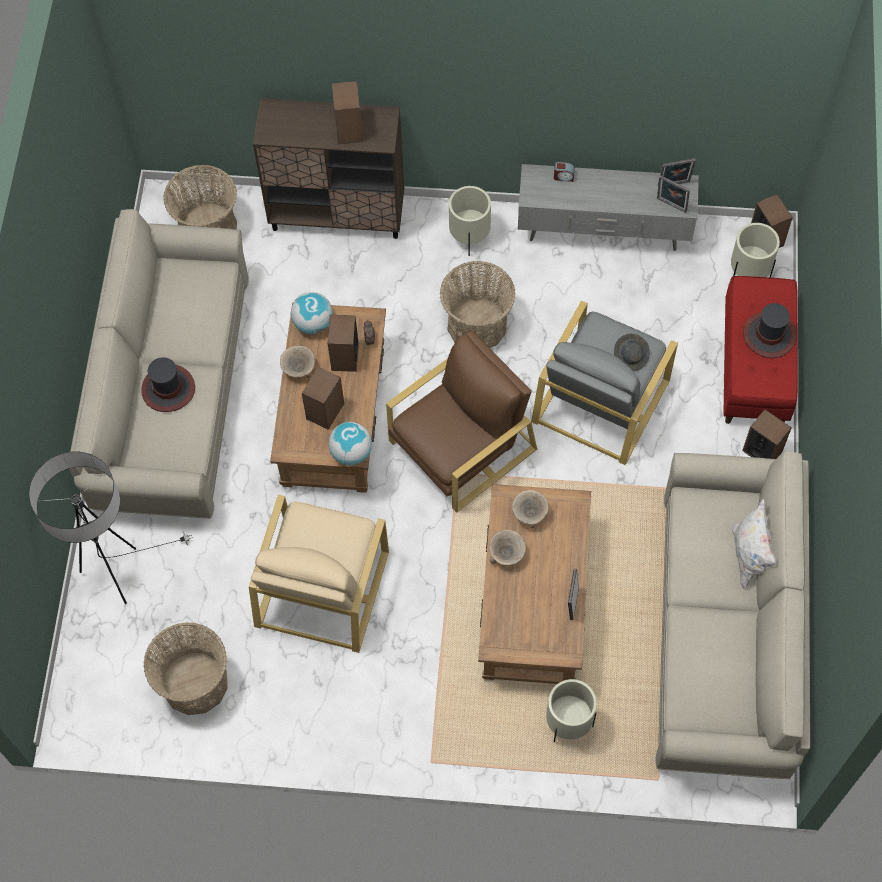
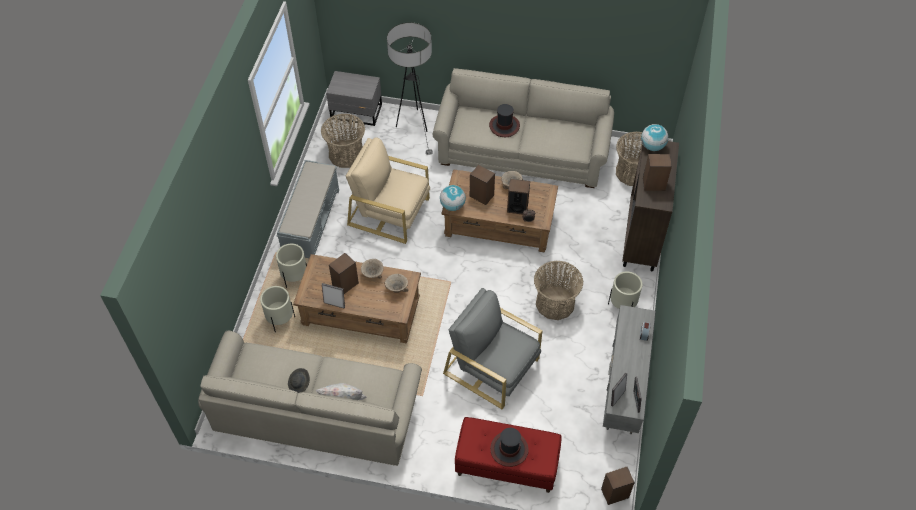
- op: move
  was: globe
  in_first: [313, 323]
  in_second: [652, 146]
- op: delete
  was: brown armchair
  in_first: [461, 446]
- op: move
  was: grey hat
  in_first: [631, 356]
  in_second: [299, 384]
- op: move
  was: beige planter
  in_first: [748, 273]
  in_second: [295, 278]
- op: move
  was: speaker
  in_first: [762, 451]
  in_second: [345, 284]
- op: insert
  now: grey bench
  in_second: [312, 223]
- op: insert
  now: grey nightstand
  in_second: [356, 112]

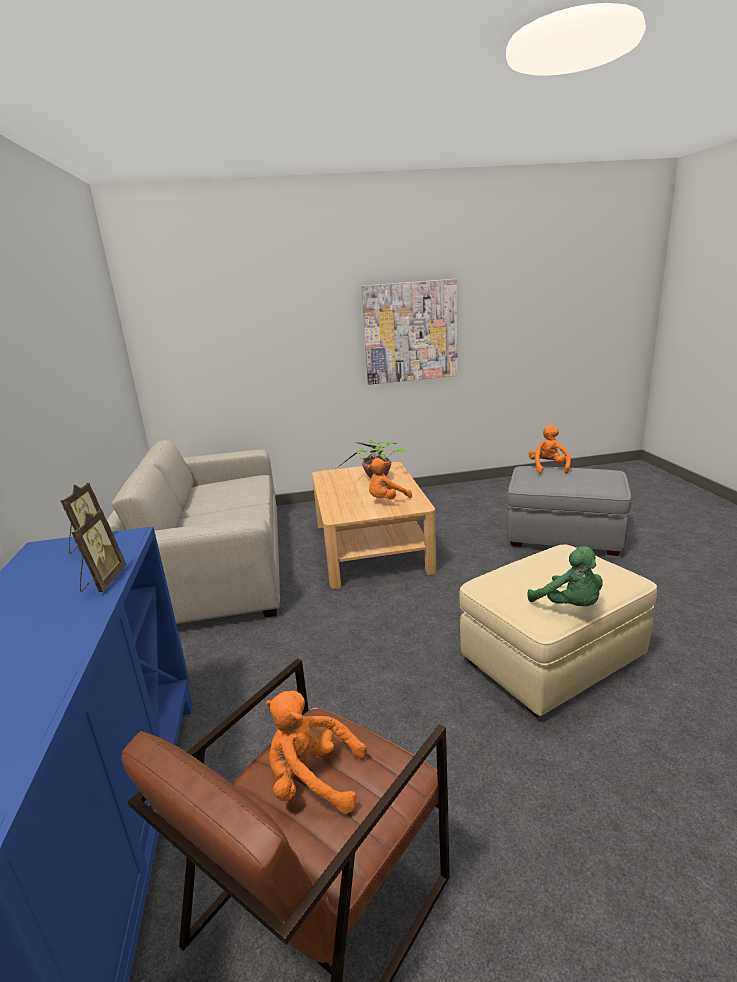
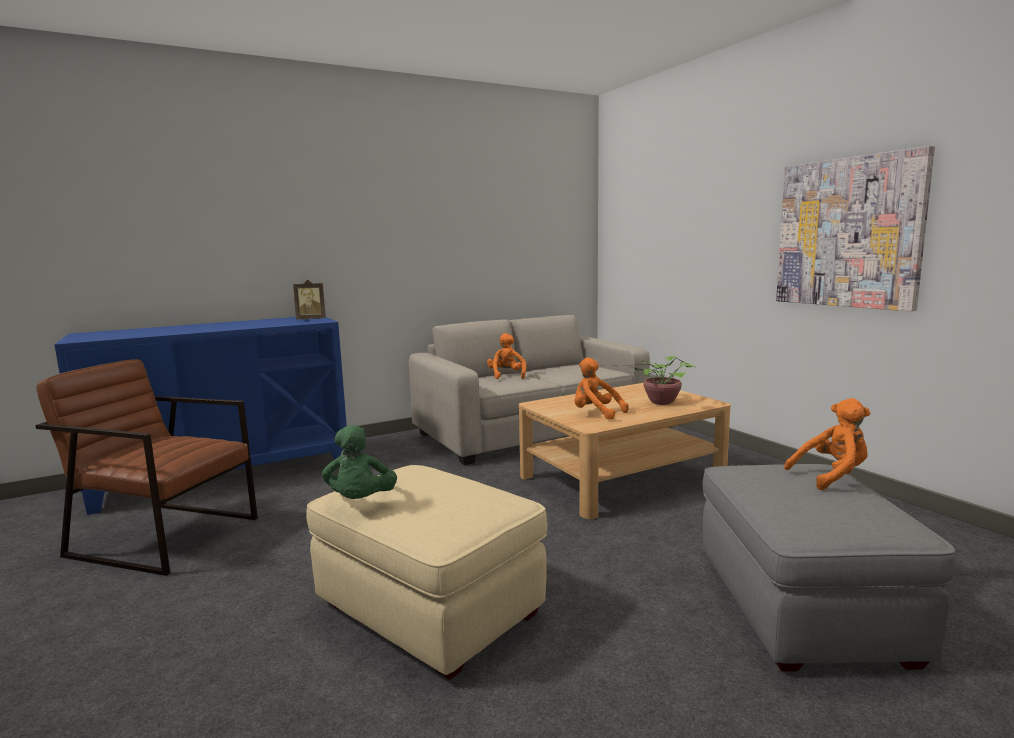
- op: delete
  was: picture frame
  in_first: [103, 581]
- op: move
  was: orange plush toy
  in_first: [312, 780]
  in_second: [506, 375]
- op: rotate
  was: green plush toy
  in_first: [569, 606]
  in_second: [360, 502]
  clockwise: -45

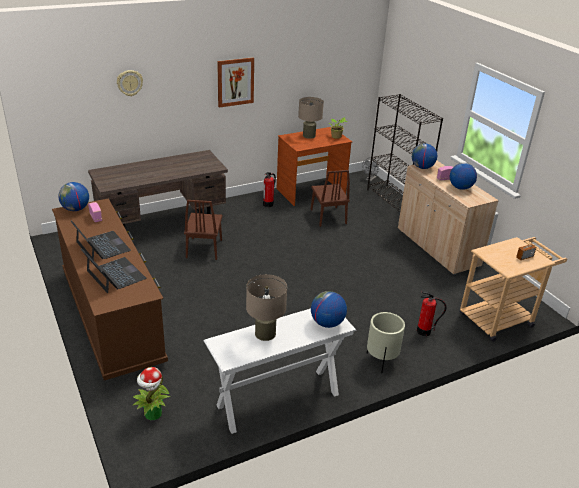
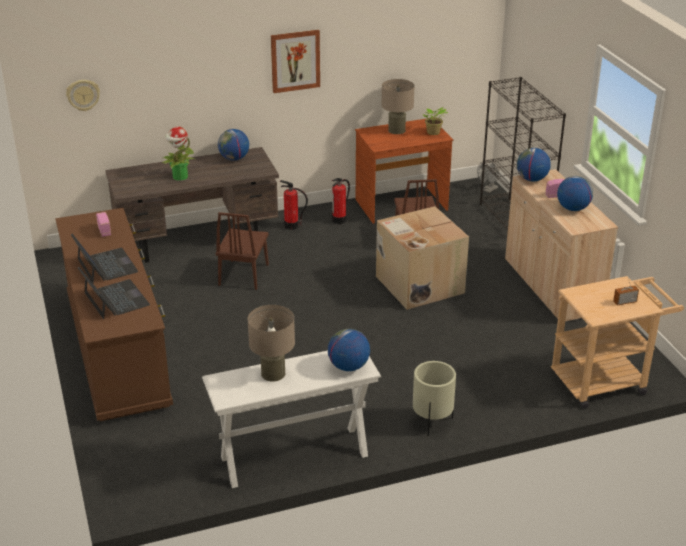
- op: move
  was: globe
  in_first: [75, 209]
  in_second: [234, 158]
- op: move
  was: wall clock
  in_first: [129, 83]
  in_second: [83, 95]
- op: move
  was: potted plant
  in_first: [153, 414]
  in_second: [180, 177]
- op: move
  was: fire extinguisher
  in_first: [423, 331]
  in_second: [291, 226]
- op: insert
  now: cardboard box
  in_second: [418, 284]

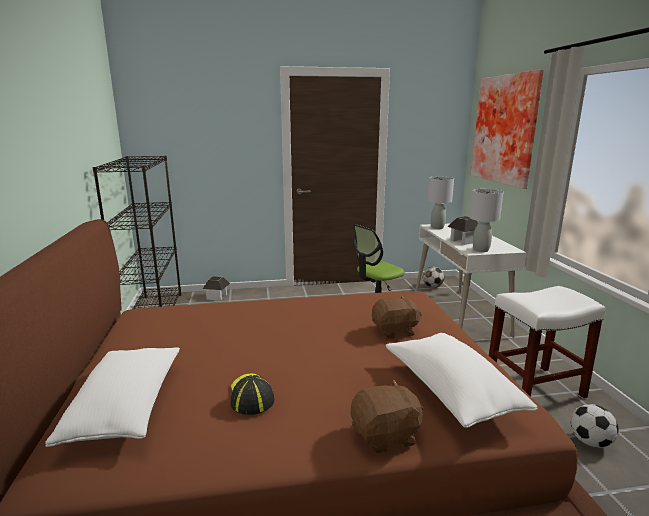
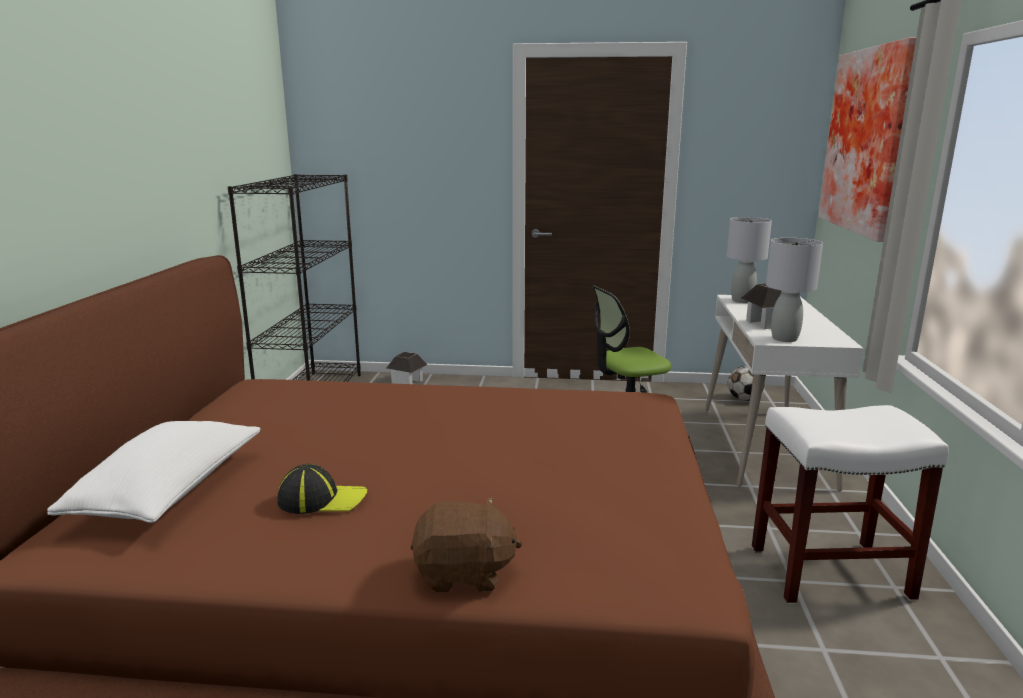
- op: rotate
  was: cap
  in_first: [250, 396]
  in_second: [322, 499]
  clockwise: 90
- op: delete
  was: brown plush toy
  in_first: [395, 331]
- op: delete
  was: white pillow
  in_first: [450, 391]
- op: delete
  was: football
  in_first: [590, 442]

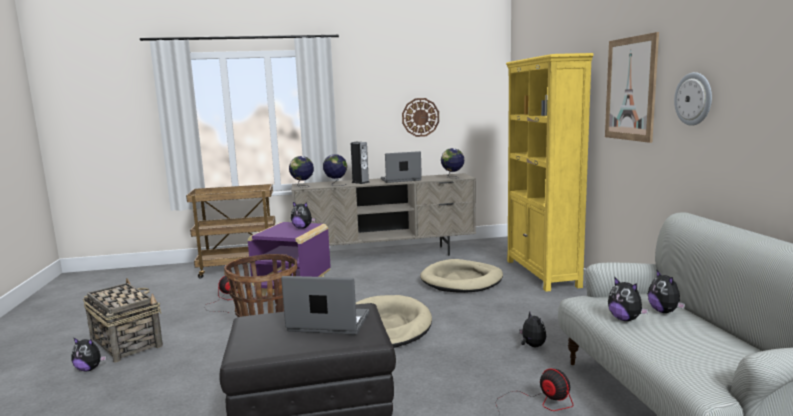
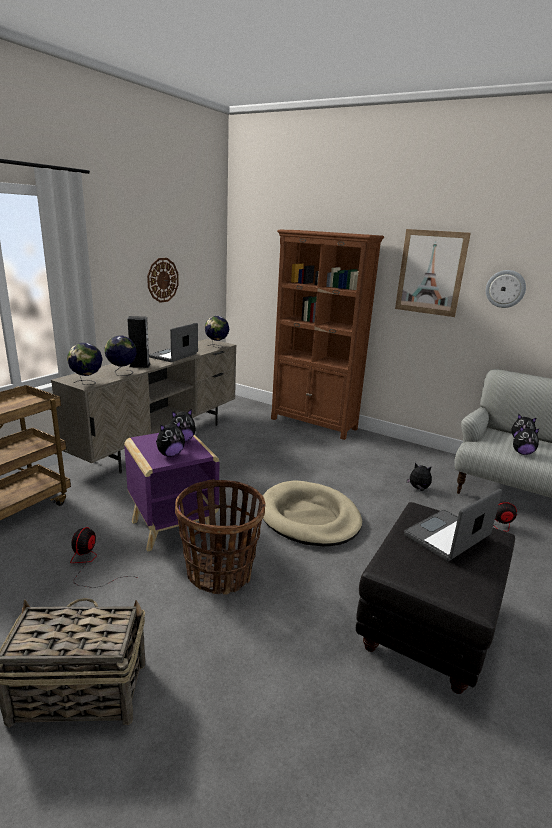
- op: move
  was: plush toy
  in_first: [89, 369]
  in_second: [170, 454]
- op: delete
  was: beige dog bed
  in_first: [462, 280]
- op: recolor
  was: yellow bookcase
  now: brown bookcase
  in_first: [542, 273]
  in_second: [314, 424]

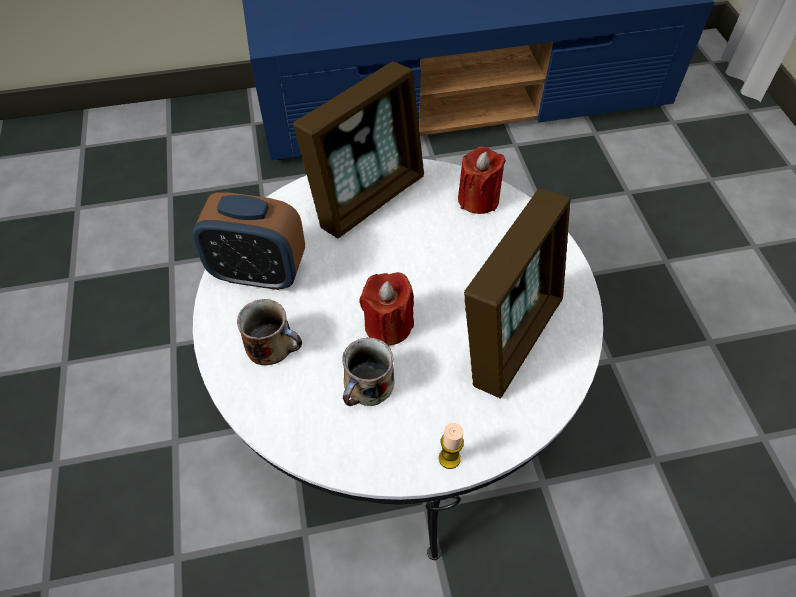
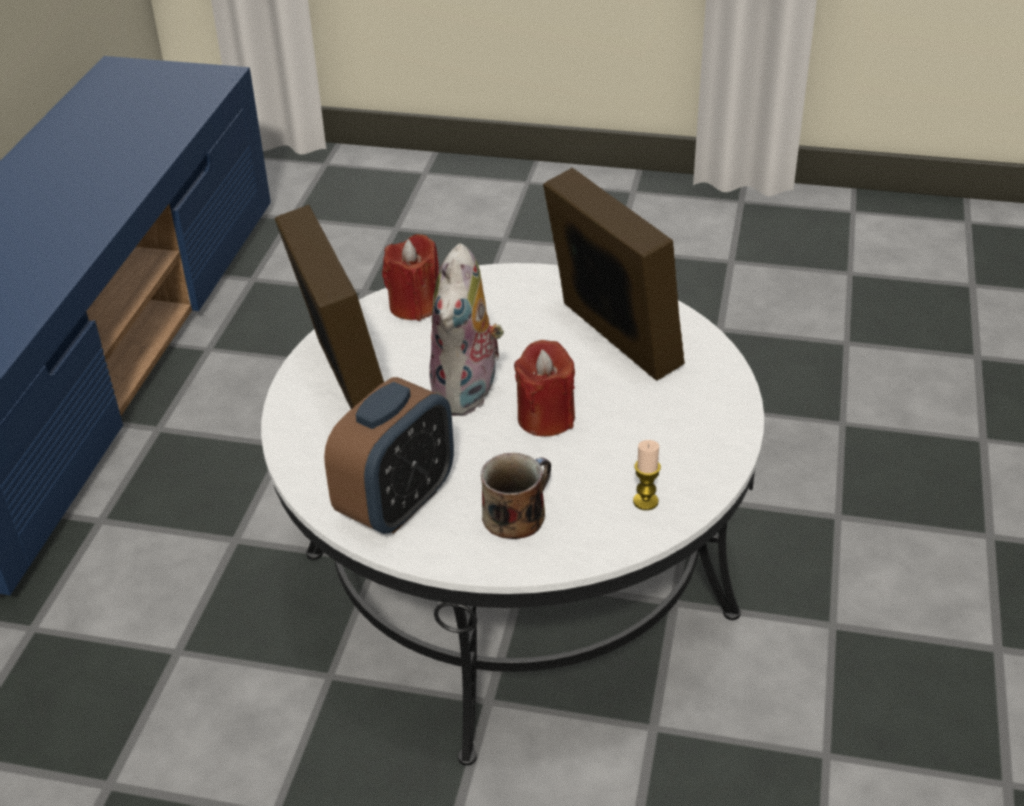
- op: delete
  was: mug
  in_first: [368, 386]
- op: move
  was: candle
  in_first: [449, 458]
  in_second: [645, 501]
- op: insert
  now: plush toy
  in_second: [468, 394]

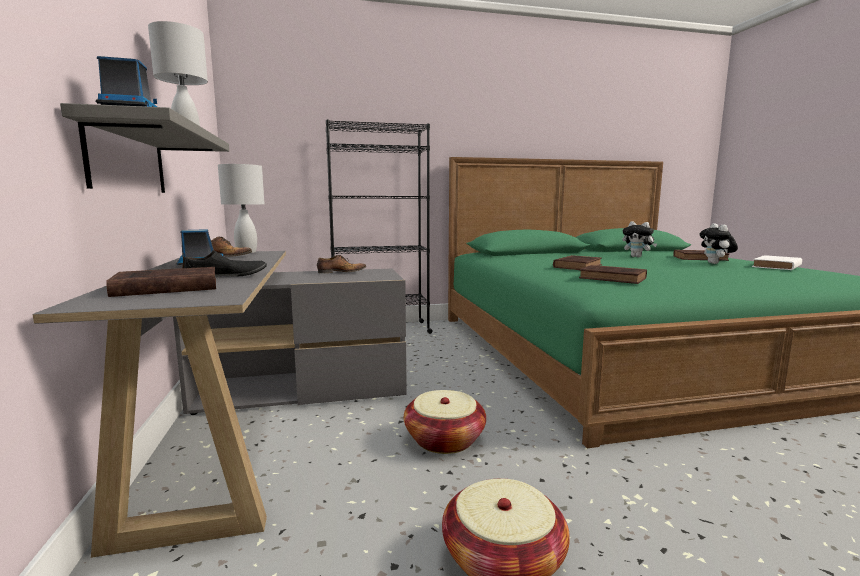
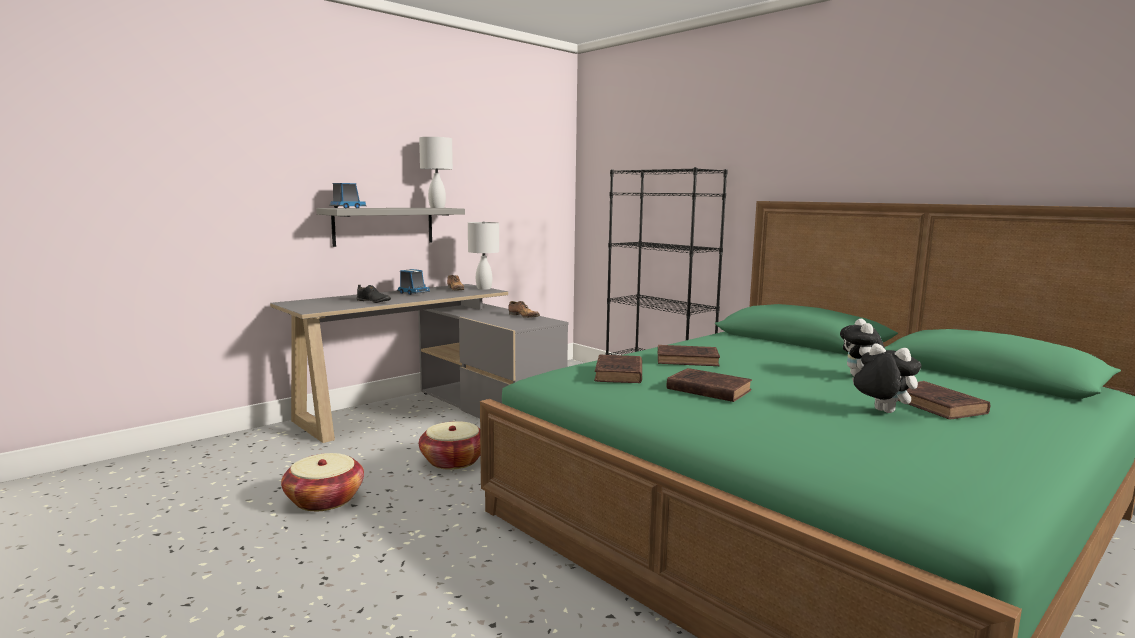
- op: move
  was: brown book
  in_first: [164, 288]
  in_second: [706, 389]
- op: rotate
  was: plush toy
  in_first: [715, 263]
  in_second: [880, 411]
  clockwise: 75
- op: delete
  was: white book
  in_first: [776, 266]

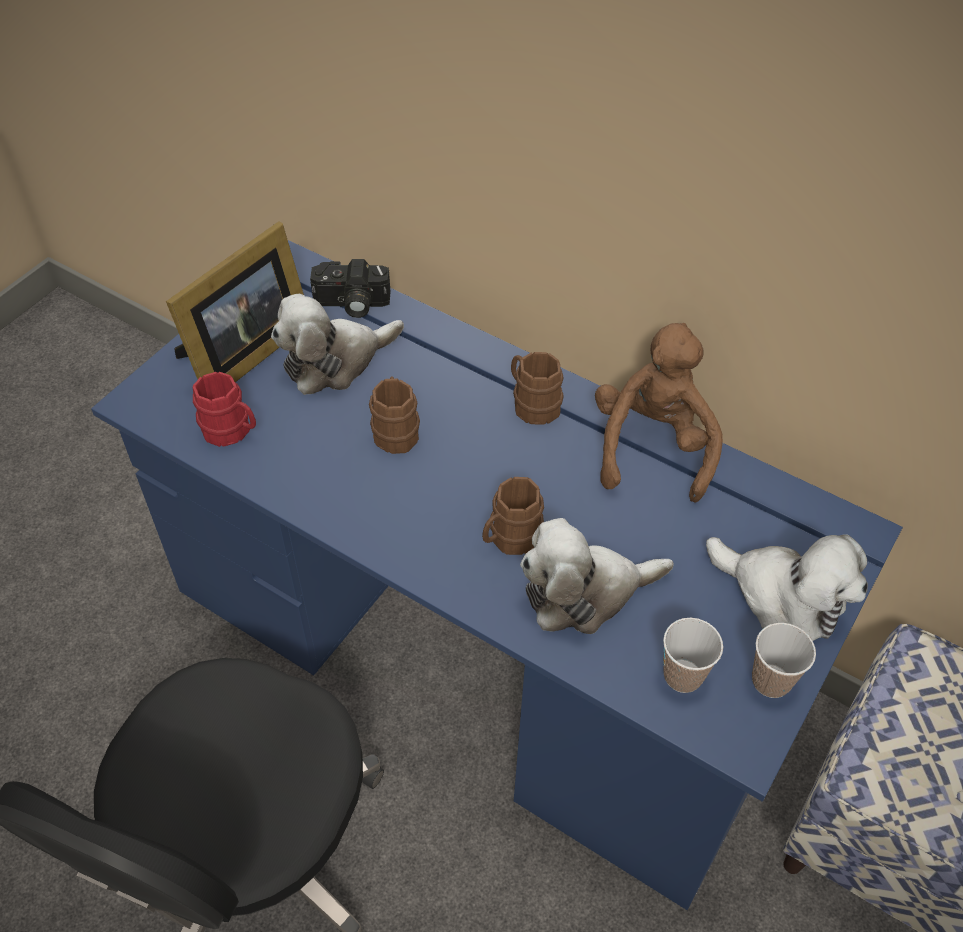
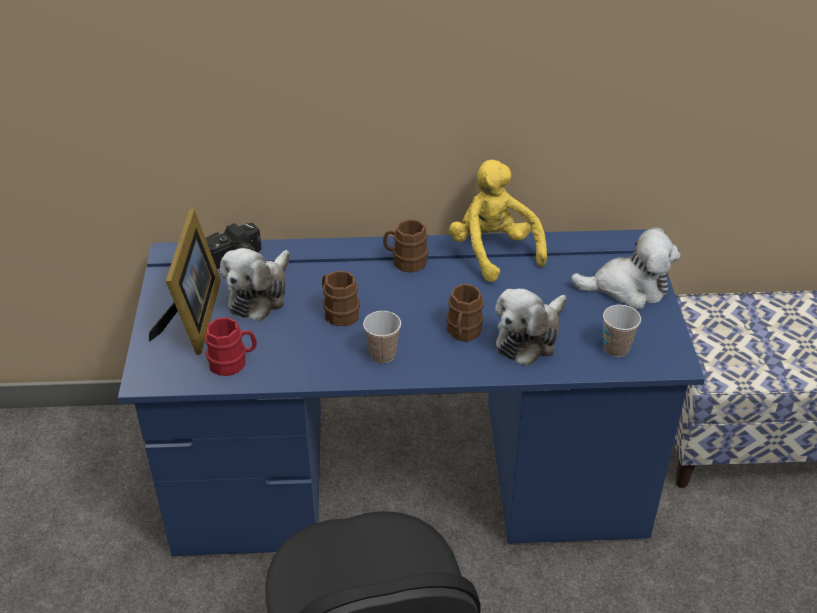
- op: recolor
  was: brown plush toy
  now: yellow plush toy
  in_first: [652, 447]
  in_second: [493, 251]
- op: move
  was: cup
  in_first: [771, 681]
  in_second: [382, 355]

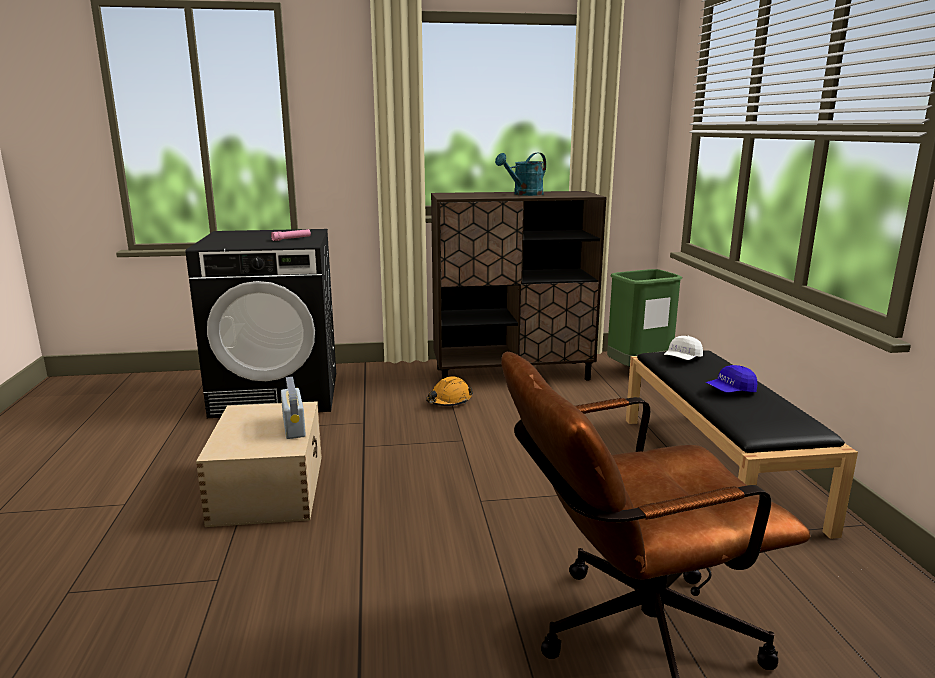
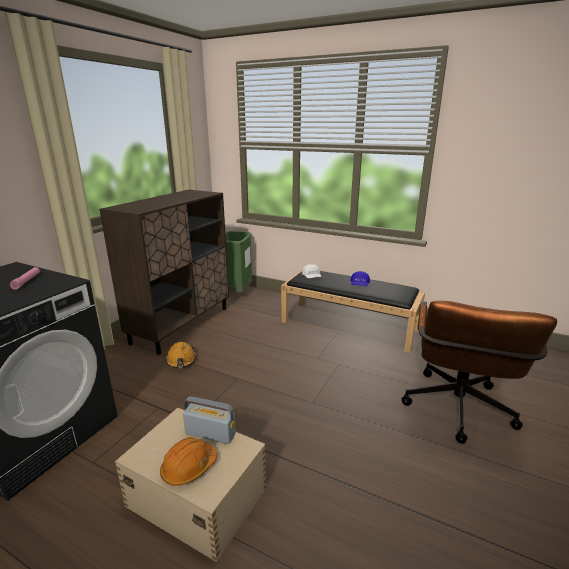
- op: delete
  was: turquoise watering can
  in_first: [524, 194]
- op: insert
  now: orange hard hat
  in_second: [189, 468]

